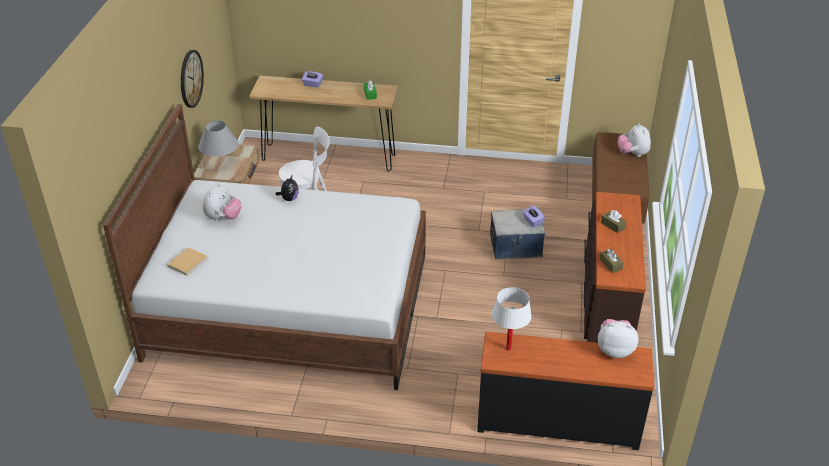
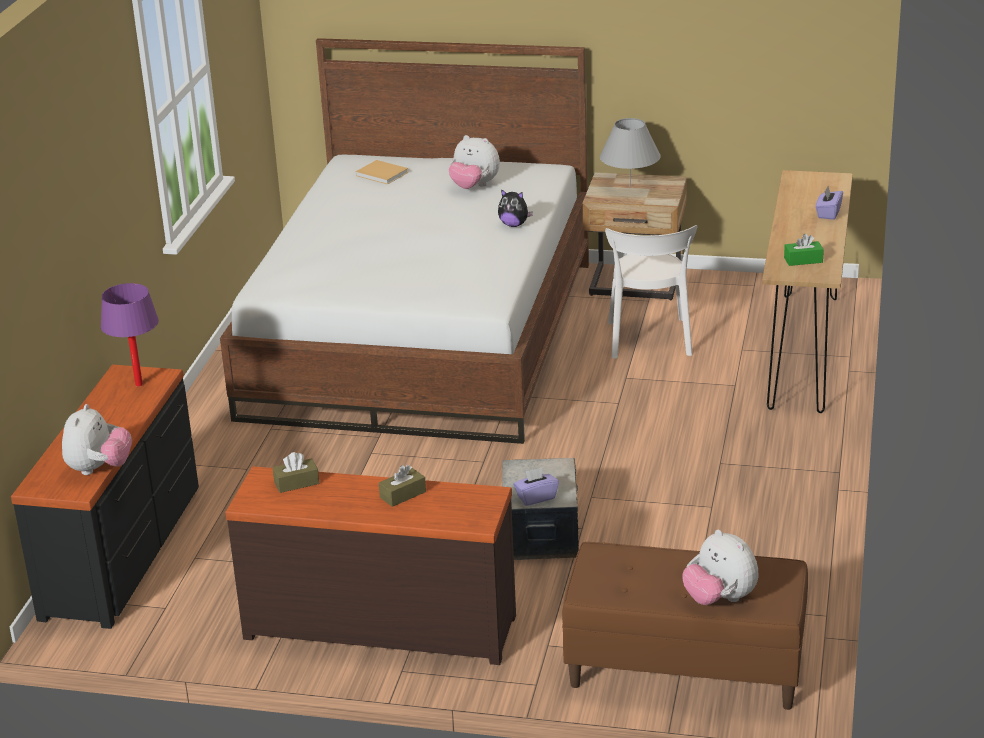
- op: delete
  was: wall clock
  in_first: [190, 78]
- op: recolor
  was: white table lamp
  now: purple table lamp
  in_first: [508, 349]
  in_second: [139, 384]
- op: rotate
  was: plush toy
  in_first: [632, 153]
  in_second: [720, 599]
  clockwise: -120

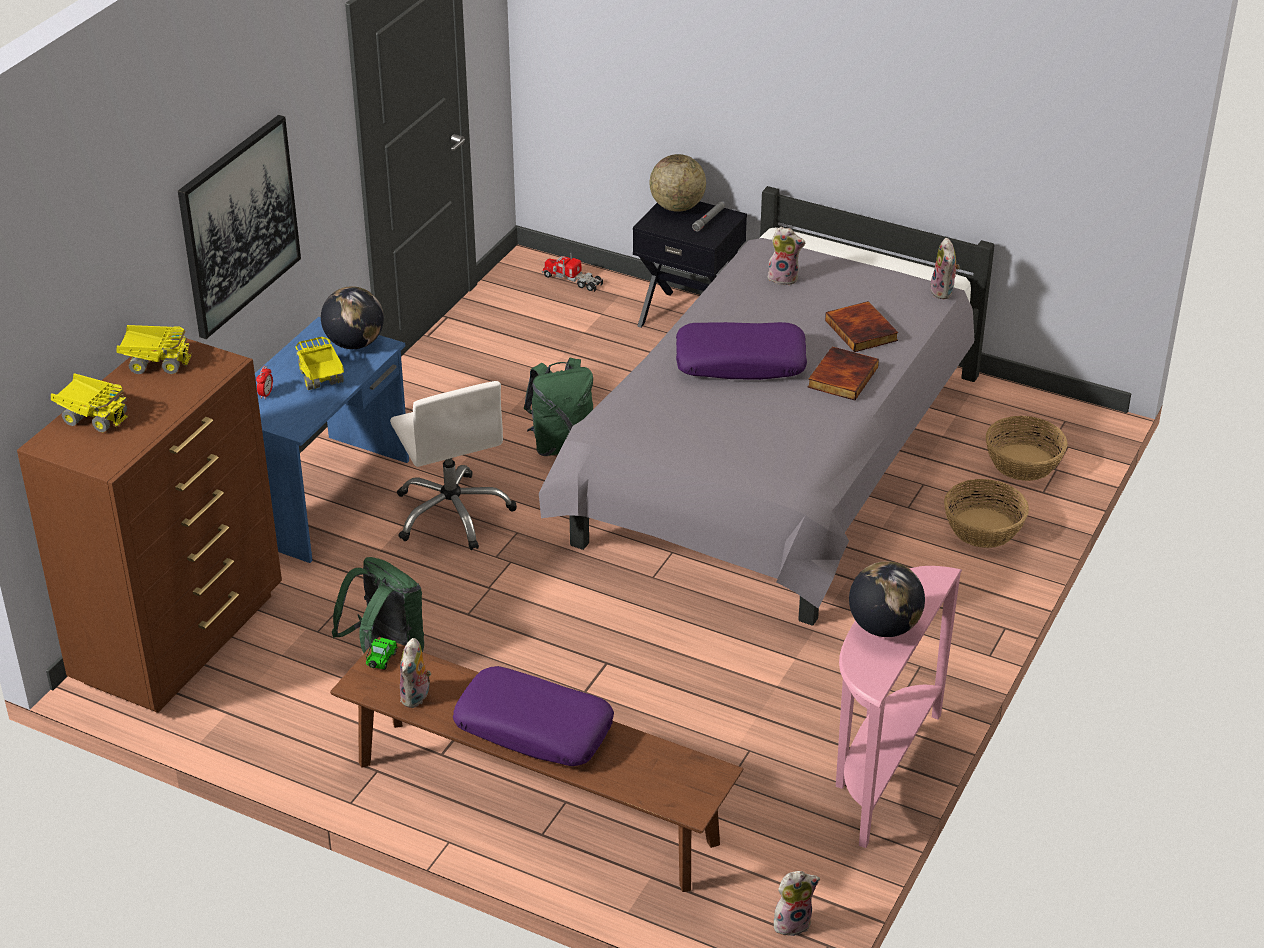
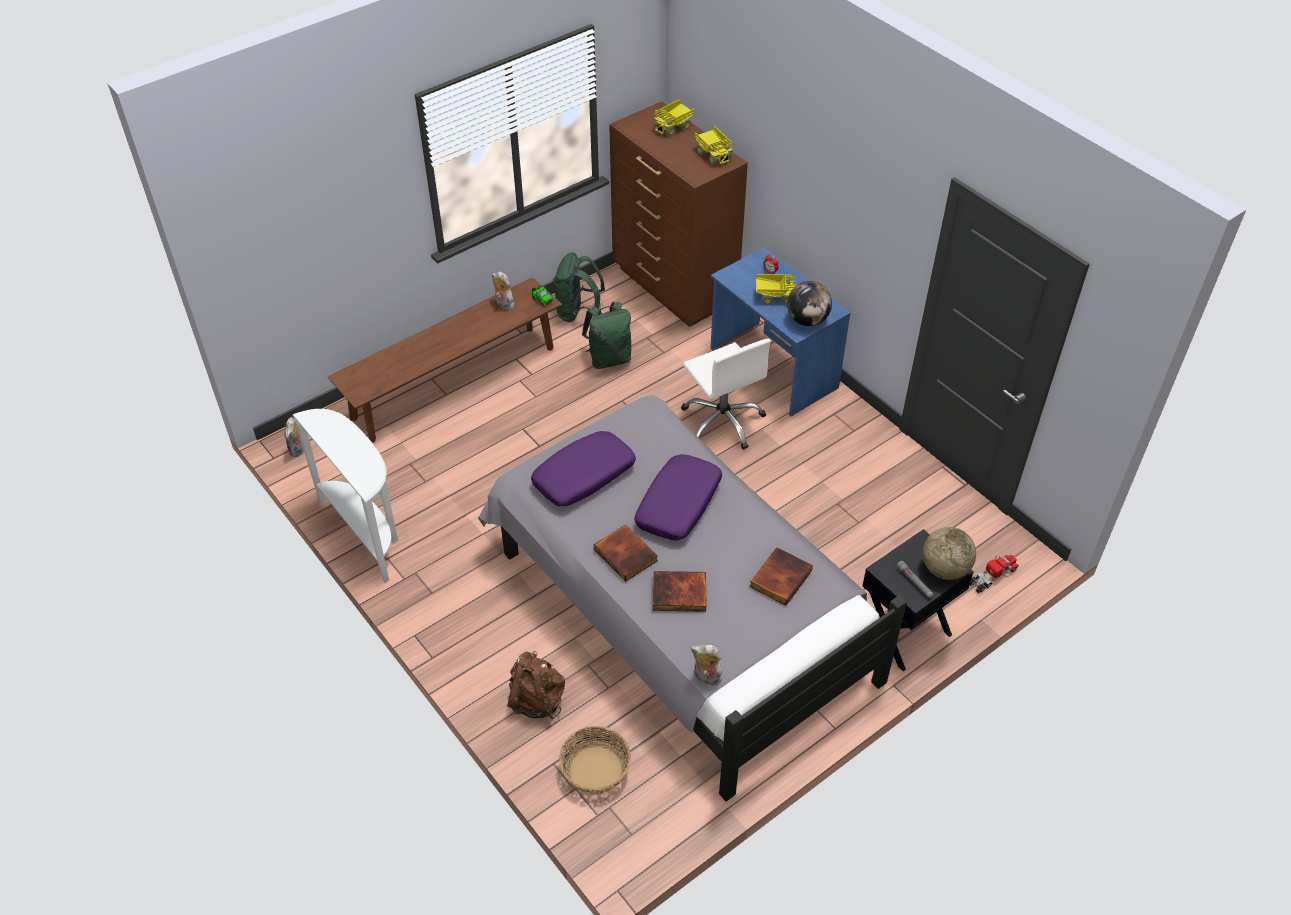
- op: rotate
  was: toy truck
  in_first: [155, 363]
  in_second: [713, 154]
  clockwise: -60
- op: delete
  was: picture
  in_first: [239, 225]
- op: rotate
  was: white office chair
  in_first: [453, 513]
  in_second: [723, 421]
  clockwise: -120
- op: move
  was: purple pillow
  in_first: [534, 728]
  in_second: [584, 477]
- op: move
  was: green backpack
  in_first: [562, 445]
  in_second: [577, 312]
- op: replace
  was: plush toy
  now: book
  in_first: [784, 278]
  in_second: [780, 577]
- op: recolor
  was: pink console table
  now: white console table
  in_first: [879, 770]
  in_second: [366, 532]
- op: delete
  was: globe
  in_first: [884, 627]
- op: replace
  was: basket
  now: brown backpack
  in_first: [983, 528]
  in_second: [536, 700]

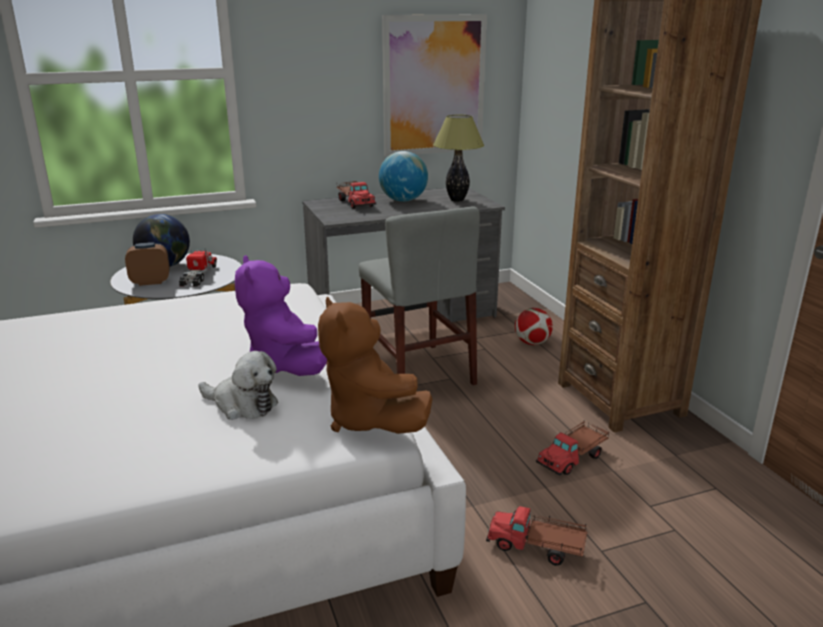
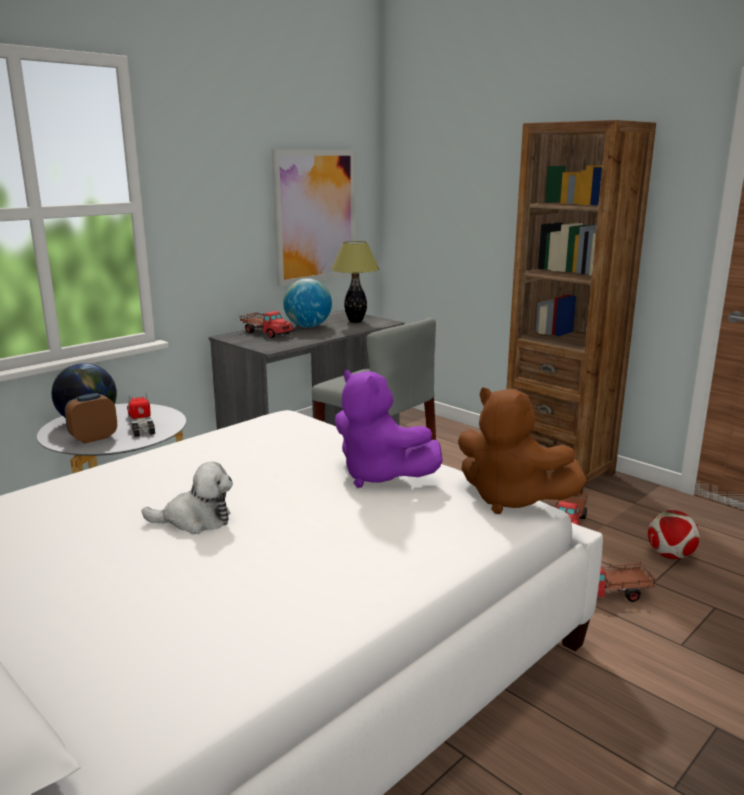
- op: move
  was: plush toy
  in_first: [242, 404]
  in_second: [195, 520]
- op: move
  was: football
  in_first: [532, 343]
  in_second: [670, 555]

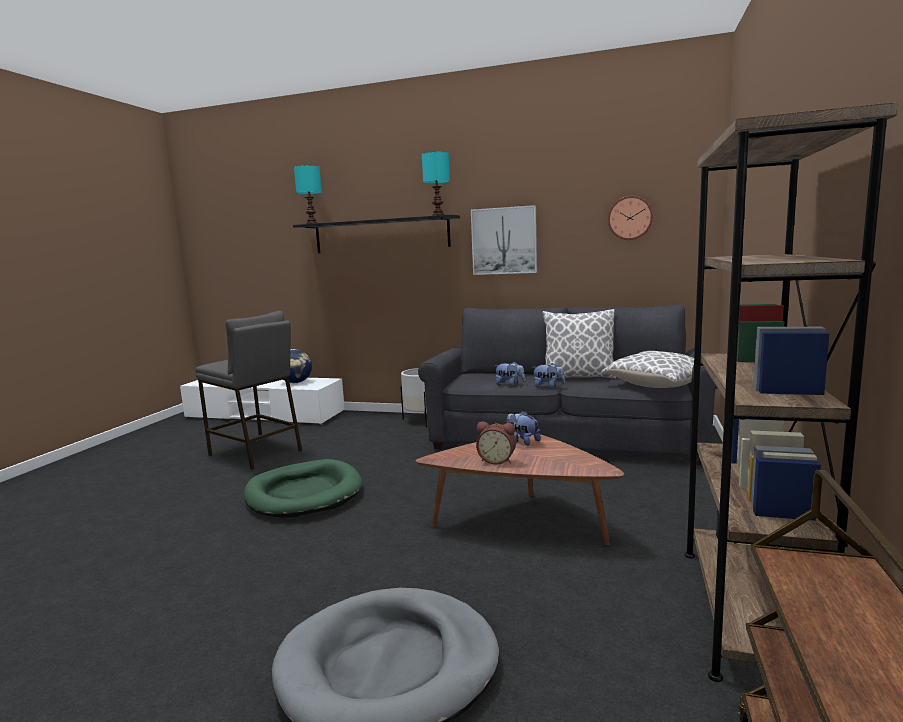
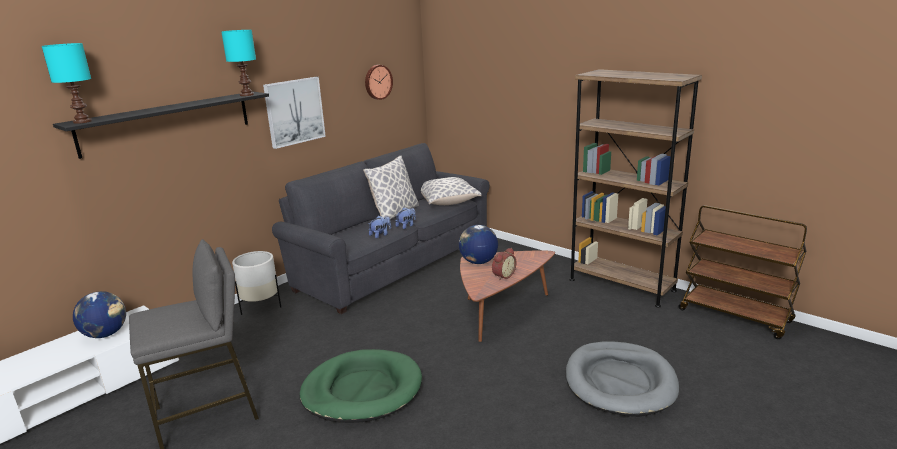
- op: replace
  was: plush toy
  now: globe
  in_first: [522, 441]
  in_second: [478, 262]

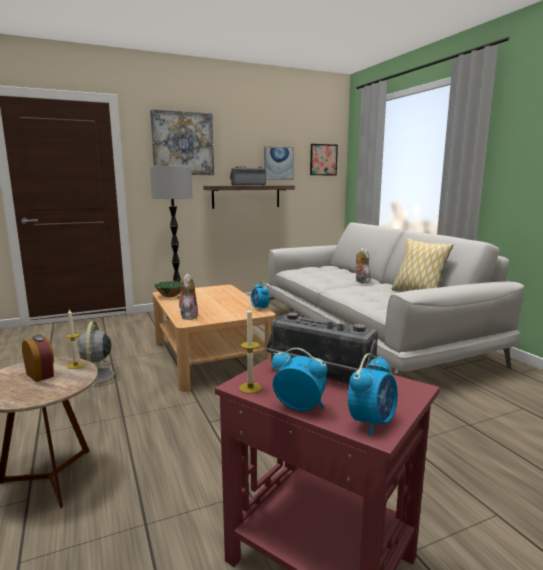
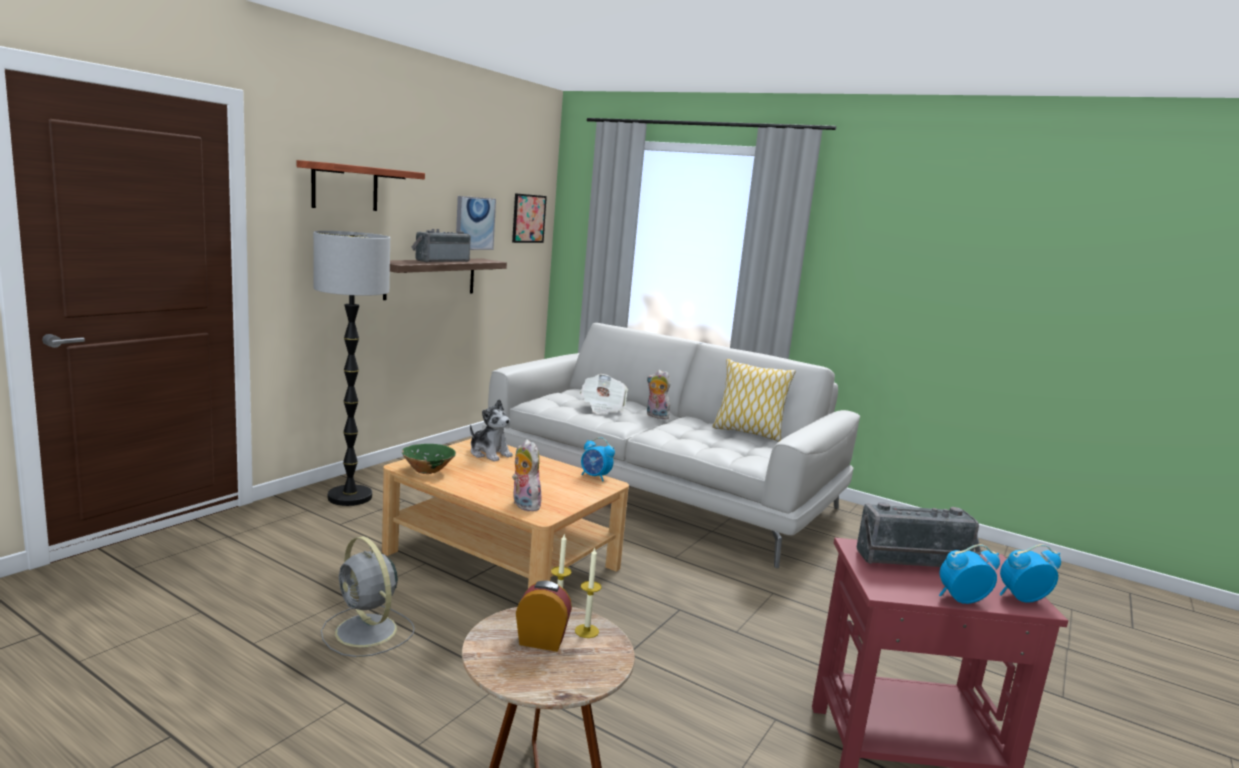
- op: replace
  was: picture
  now: shelf
  in_first: [183, 143]
  in_second: [345, 187]
- op: move
  was: candle
  in_first: [250, 388]
  in_second: [586, 631]
- op: rotate
  was: alarm clock
  in_first: [372, 422]
  in_second: [1021, 599]
  clockwise: -105
- op: insert
  now: plush toy
  in_second: [489, 454]
- op: insert
  now: newspaper
  in_second: [602, 407]

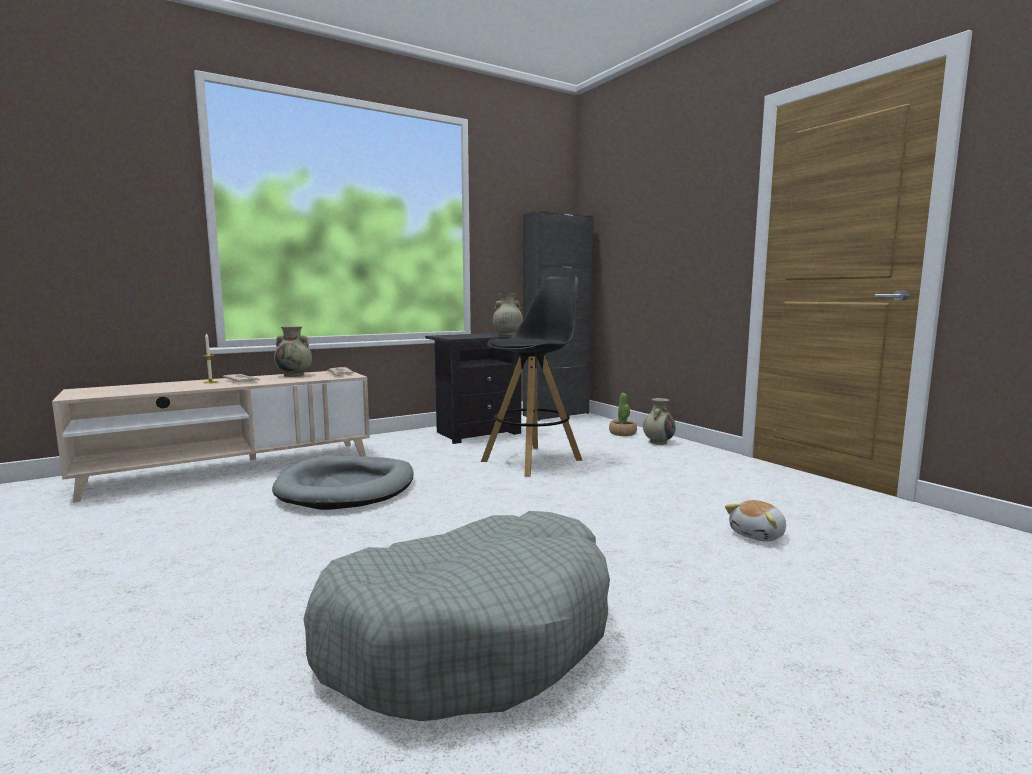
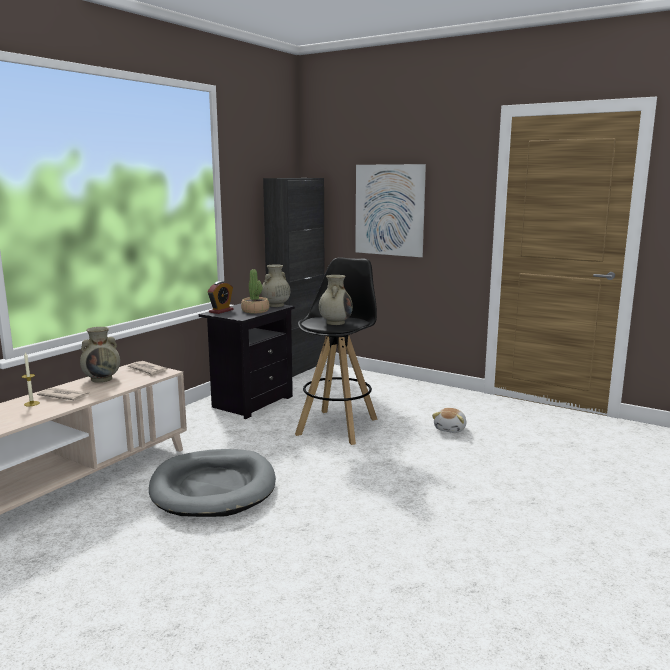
- op: delete
  was: grey dog bed
  in_first: [471, 635]
- op: move
  was: potted plant
  in_first: [622, 433]
  in_second: [255, 311]
- op: move
  was: beige vase
  in_first: [658, 442]
  in_second: [335, 322]
- op: move
  was: plush toy
  in_first: [758, 535]
  in_second: [450, 429]
- op: insert
  now: alarm clock
  in_second: [221, 311]
- op: insert
  now: picture
  in_second: [389, 210]

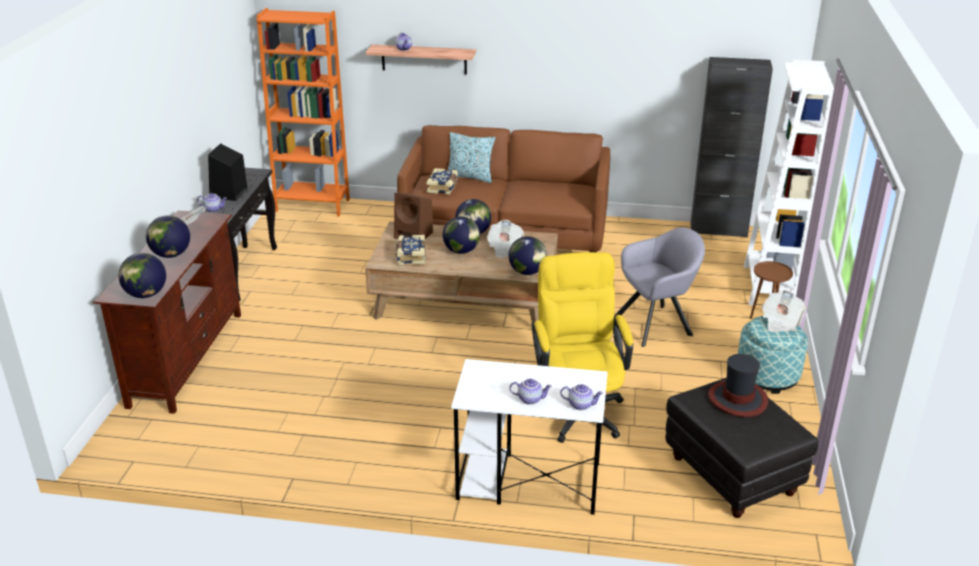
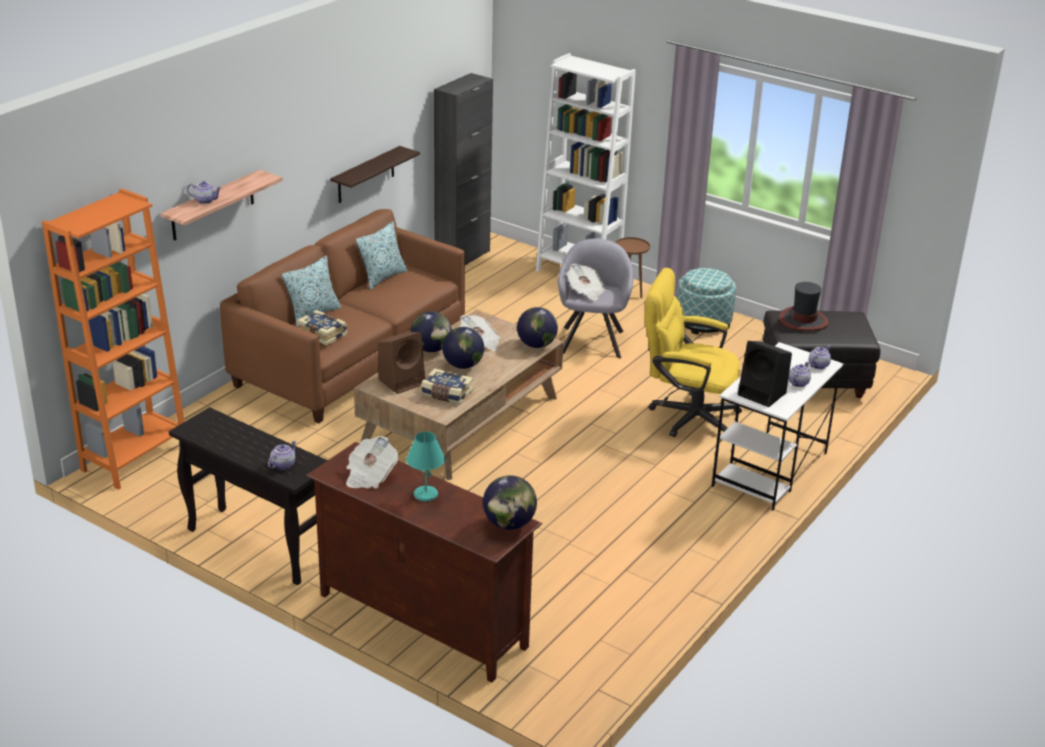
- op: replace
  was: globe
  now: turquoise table lamp
  in_first: [171, 255]
  in_second: [425, 495]
- op: move
  was: black speaker
  in_first: [228, 194]
  in_second: [763, 394]
- op: move
  was: newspaper
  in_first: [780, 322]
  in_second: [585, 291]
- op: insert
  now: shelf
  in_second: [366, 175]
- op: insert
  now: pillow
  in_second: [382, 277]

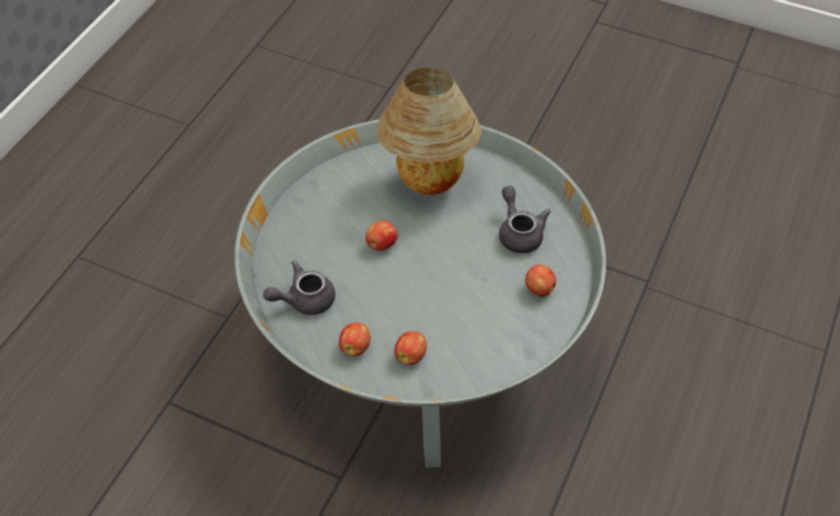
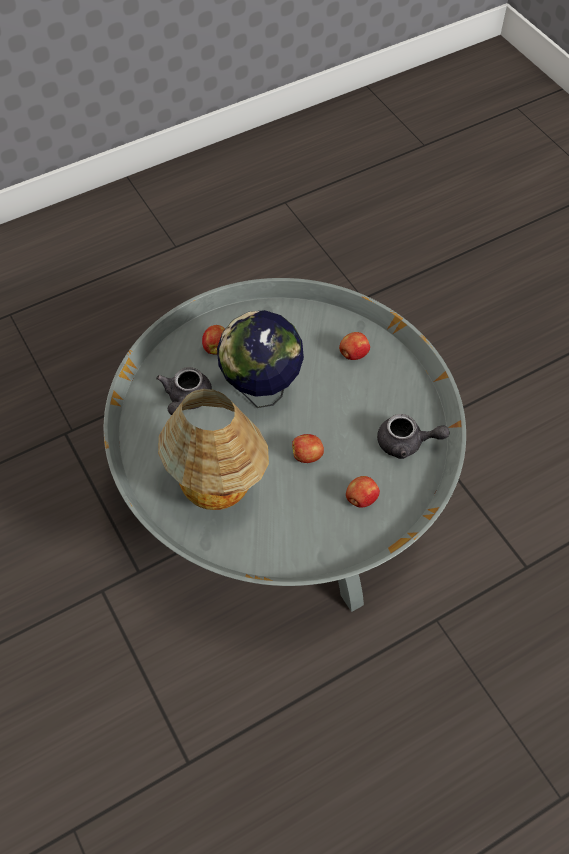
- op: move
  was: apple
  in_first: [355, 347]
  in_second: [361, 499]
- op: insert
  now: globe
  in_second: [261, 392]

